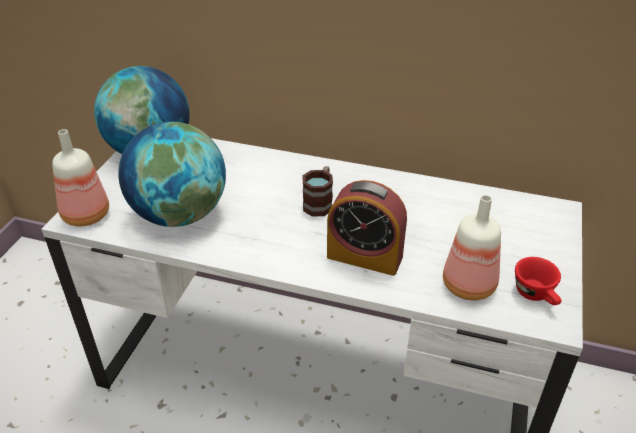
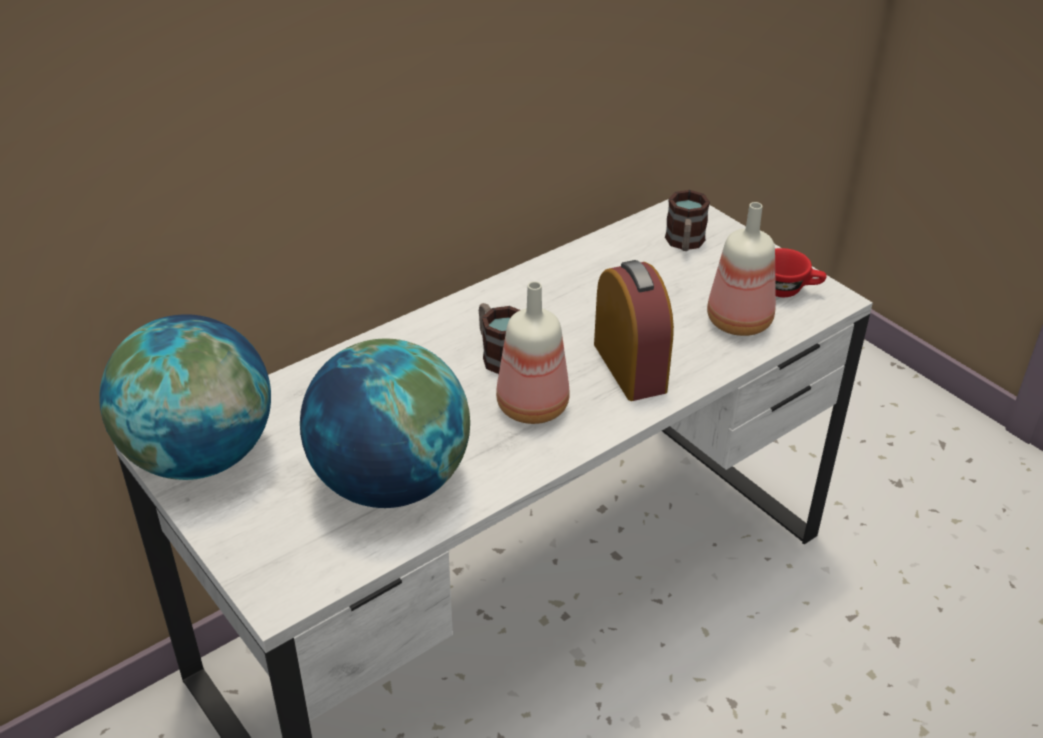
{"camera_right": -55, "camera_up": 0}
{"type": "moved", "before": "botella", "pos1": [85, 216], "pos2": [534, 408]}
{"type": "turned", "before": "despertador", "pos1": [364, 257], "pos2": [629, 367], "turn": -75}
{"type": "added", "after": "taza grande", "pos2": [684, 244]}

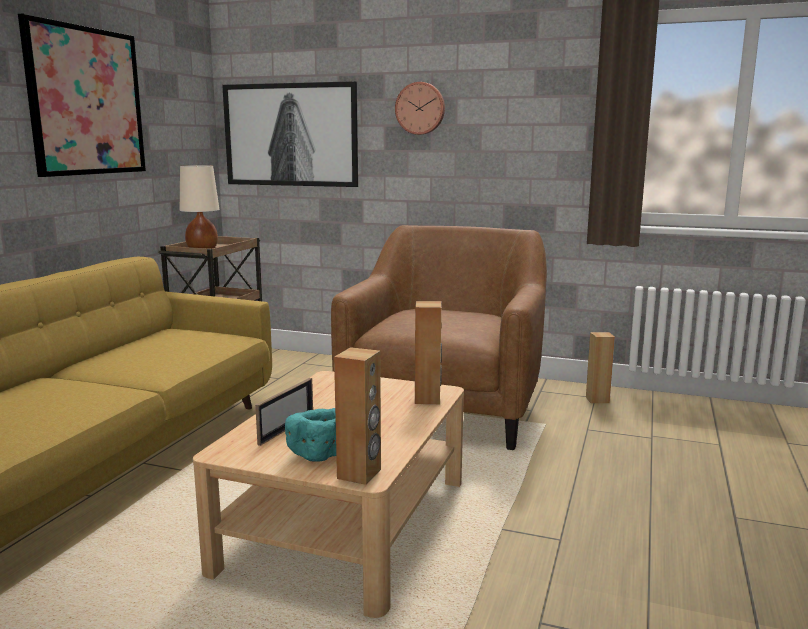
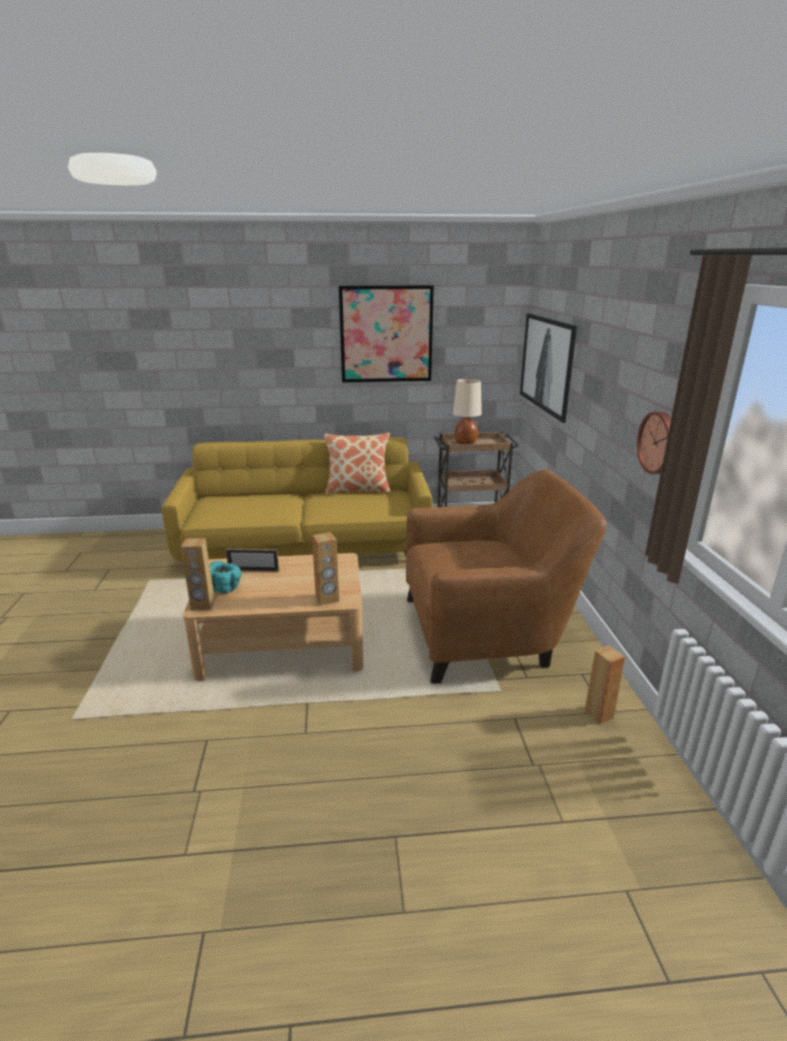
{"camera_right": 65, "camera_up": 10}
{"type": "moved", "before": "reloj de pared", "pos1": [420, 108], "pos2": [659, 442]}
{"type": "added", "after": "cojín", "pos2": [358, 490]}

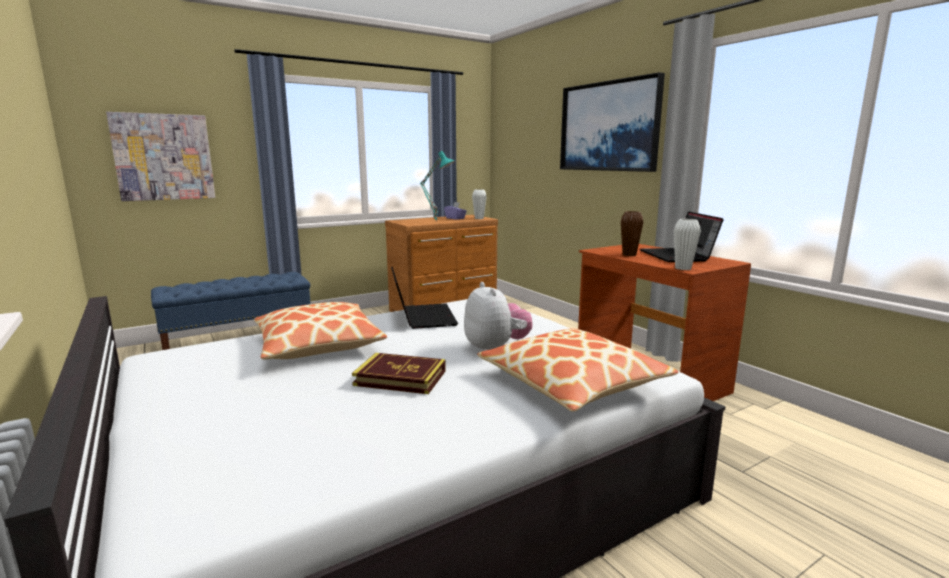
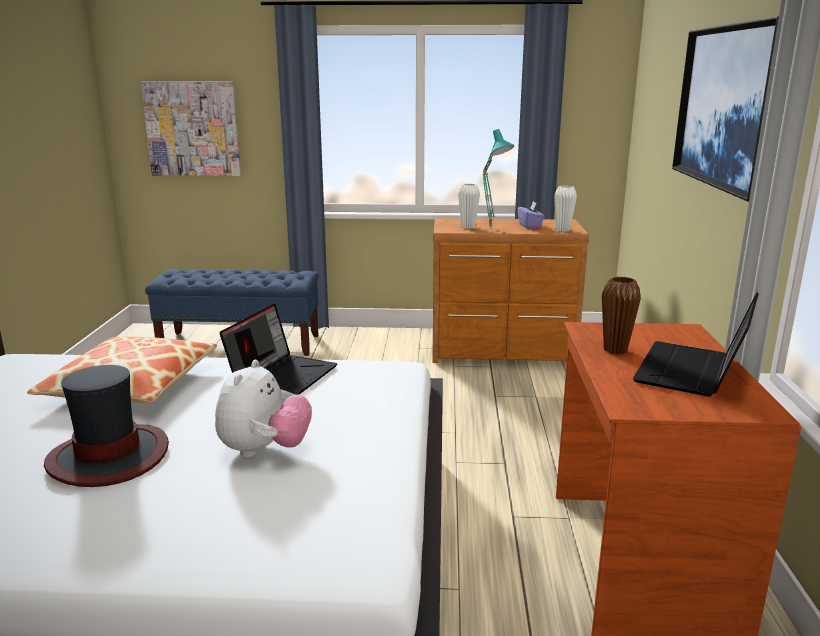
{"camera_right": 35, "camera_up": 5}
{"type": "moved", "before": "florero (blanco)", "pos1": [683, 268], "pos2": [468, 227]}
{"type": "removed", "before": "cojín", "pos1": [571, 383]}
{"type": "replaced", "before": "libro", "after": "sombrero", "pos1": [400, 378], "pos2": [109, 456]}

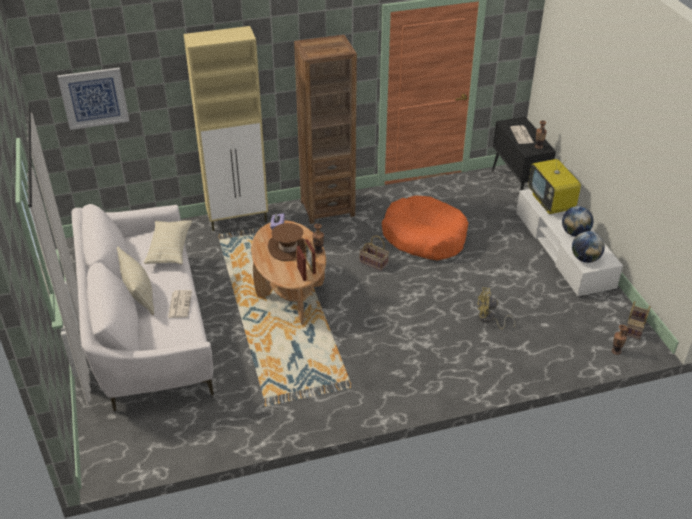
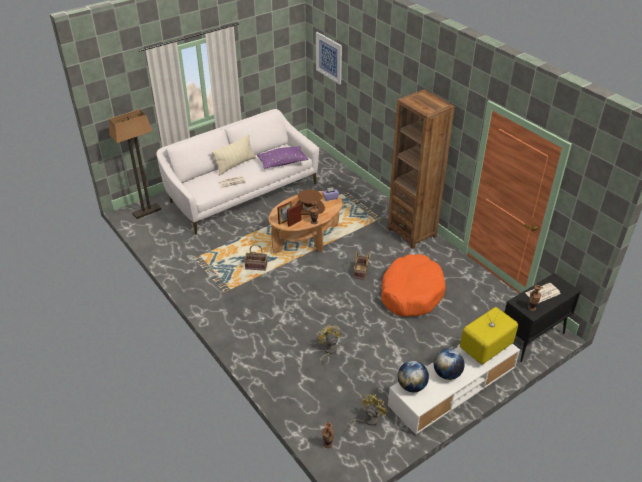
{"camera_right": 70, "camera_up": 0}
{"type": "removed", "before": "armario (beis)", "pos1": [238, 219]}
{"type": "recoloured", "before": "cojín (beis)", "after": "cojín (morado)", "pos1": [169, 249], "pos2": [282, 163]}
{"type": "moved", "before": "cesta", "pos1": [634, 328], "pos2": [257, 266]}
{"type": "added", "after": "lámpara de pie", "pos2": [147, 211]}
{"type": "added", "after": "ventilador (amarillo)", "pos2": [367, 420]}

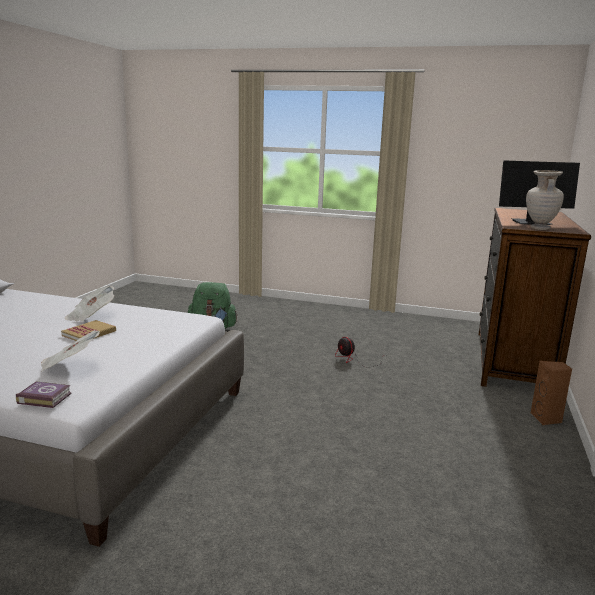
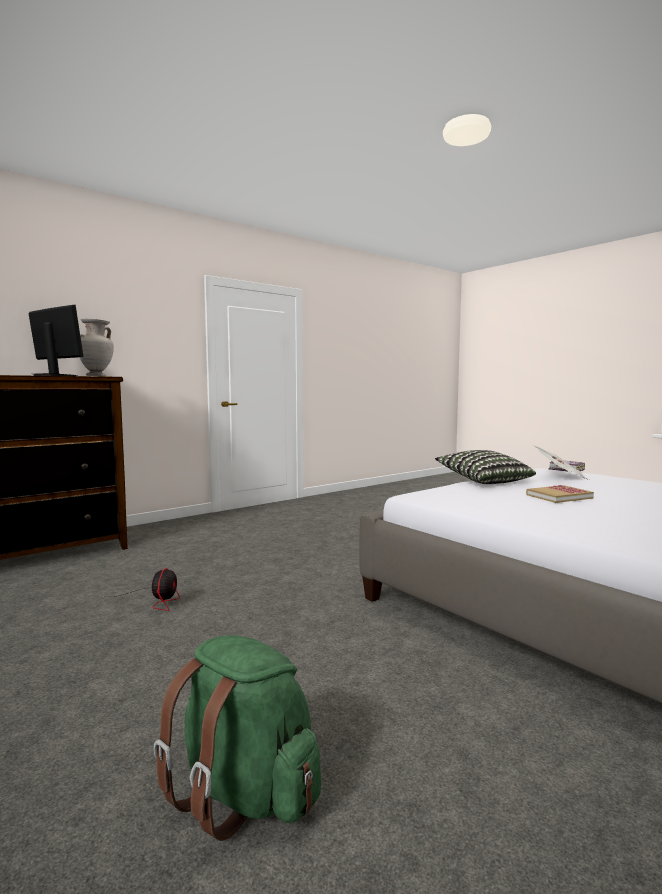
{"camera_right": -145, "camera_up": -10}
{"type": "removed", "before": "periódico", "pos1": [91, 316]}
{"type": "removed", "before": "altavoz (marrón)", "pos1": [546, 419]}
{"type": "added", "after": "cojín", "pos2": [484, 481]}

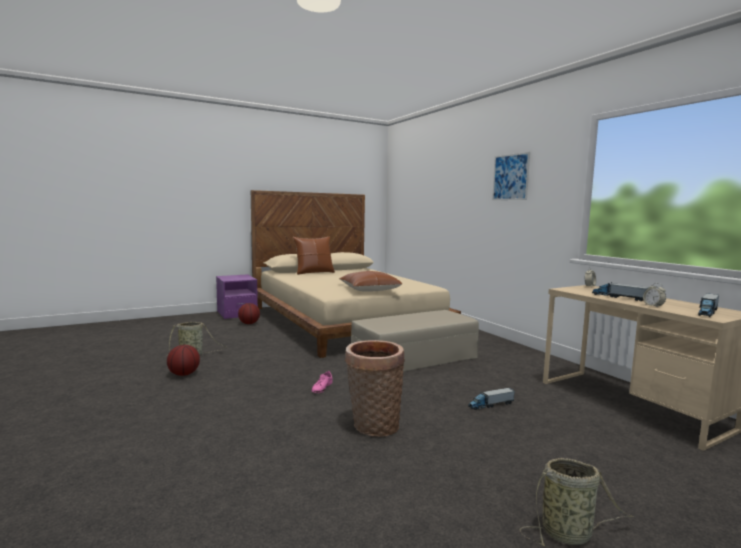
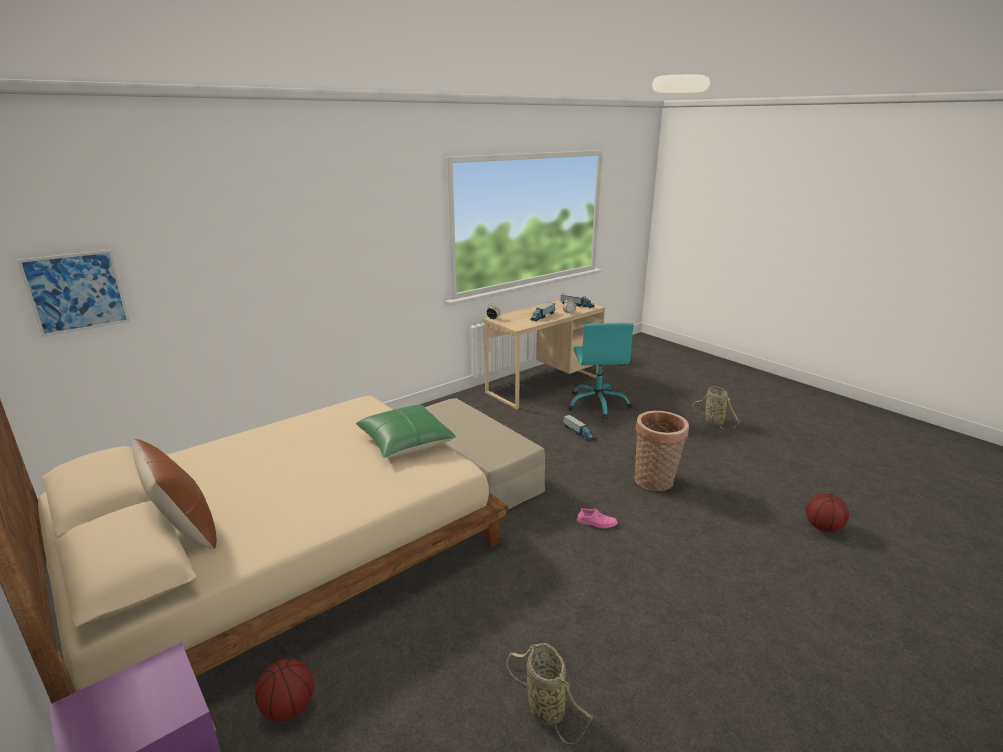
{"camera_right": -100, "camera_up": 15}
{"type": "moved", "before": "cuadro", "pos1": [510, 177], "pos2": [76, 292]}
{"type": "recoloured", "before": "cojín (marrón)", "after": "cojín (verde)", "pos1": [369, 289], "pos2": [405, 442]}
{"type": "moved", "before": "balón de baloncesto", "pos1": [184, 374], "pos2": [823, 527]}
{"type": "added", "after": "silla de oficina (turquesa)", "pos2": [598, 404]}

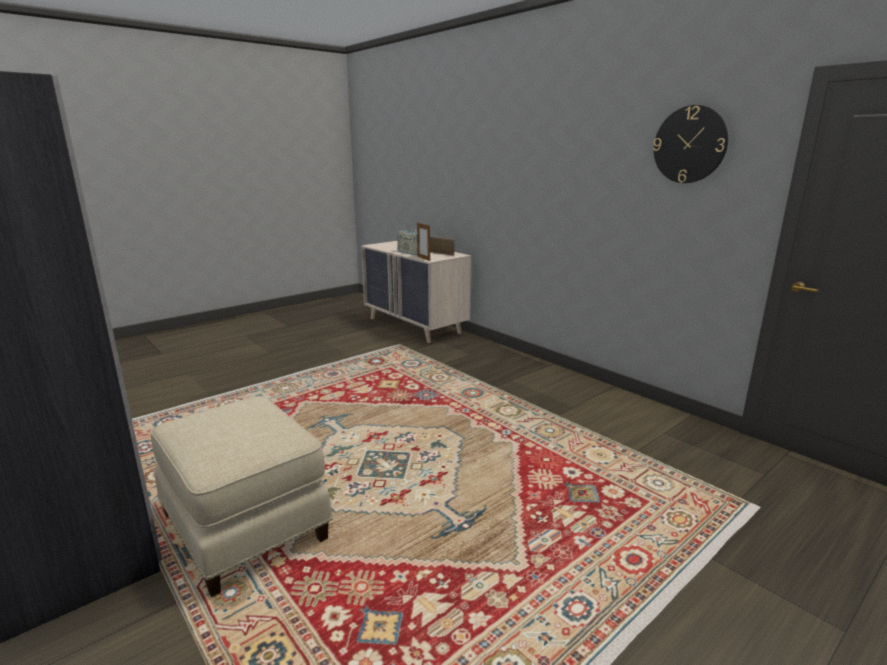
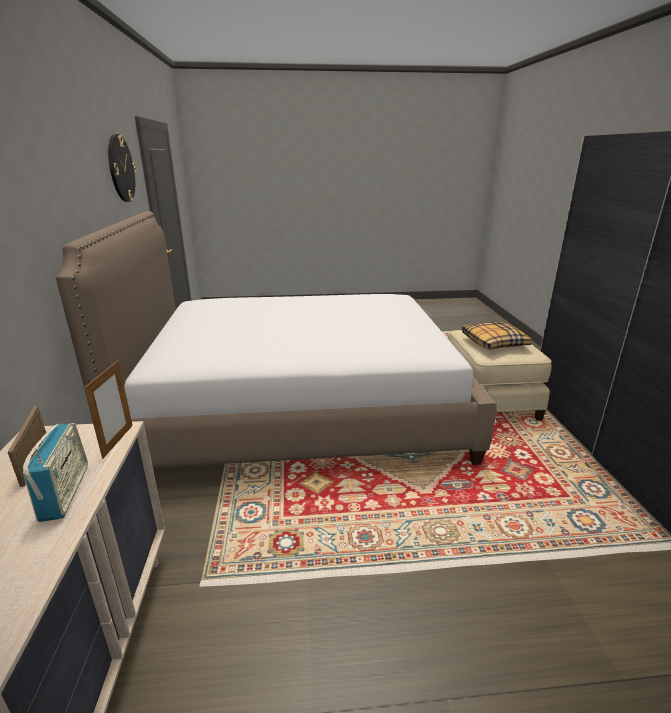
{"camera_right": -145, "camera_up": 5}
{"type": "added", "after": "cama", "pos2": [300, 409]}
{"type": "added", "after": "cojín", "pos2": [493, 343]}

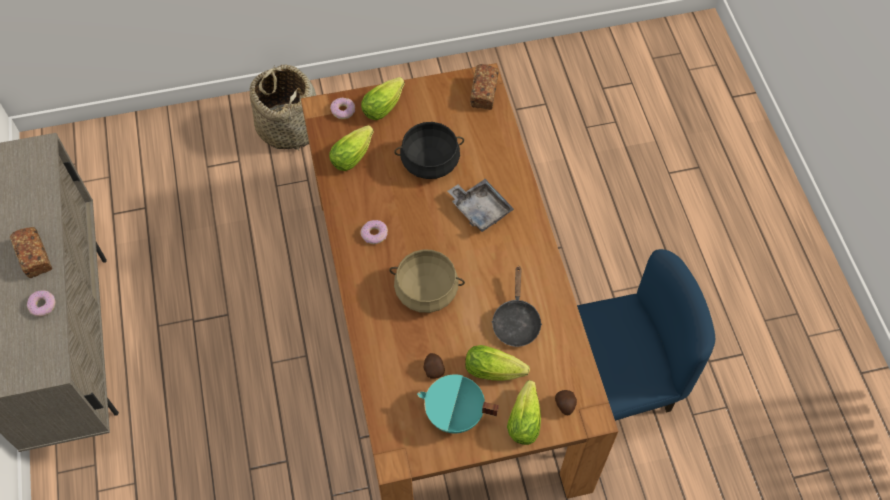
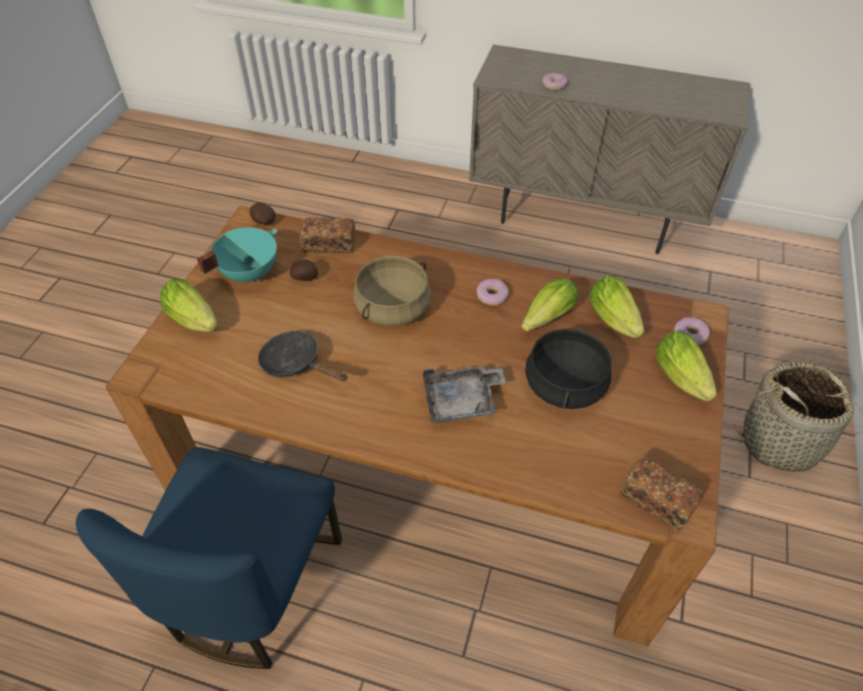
{"camera_right": 120, "camera_up": -10}
{"type": "moved", "before": "pan", "pos1": [35, 257], "pos2": [329, 244]}
{"type": "moved", "before": "lechuga", "pos1": [497, 371], "pos2": [545, 319]}
{"type": "moved", "before": "patata", "pos1": [565, 405], "pos2": [263, 221]}

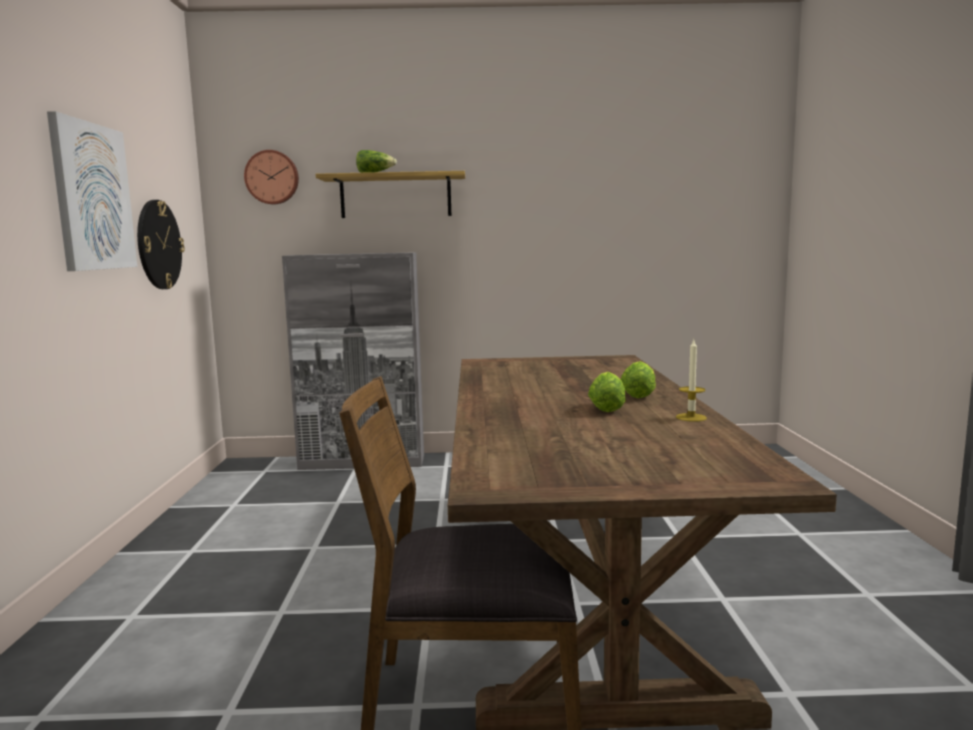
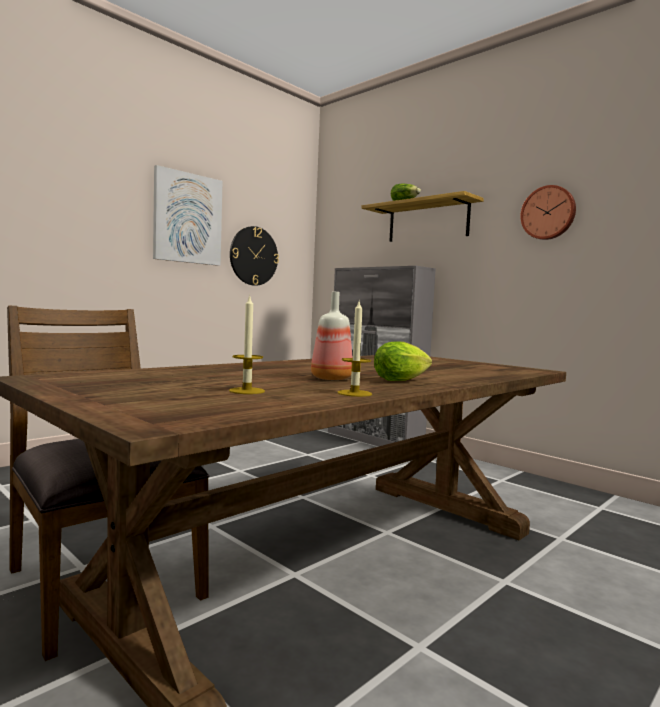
{"camera_right": 45, "camera_up": -5}
{"type": "moved", "before": "reloj de pared", "pos1": [272, 177], "pos2": [548, 213]}
{"type": "replaced", "before": "lechuga", "after": "botella", "pos1": [606, 408], "pos2": [330, 378]}
{"type": "added", "after": "vela", "pos2": [247, 391]}

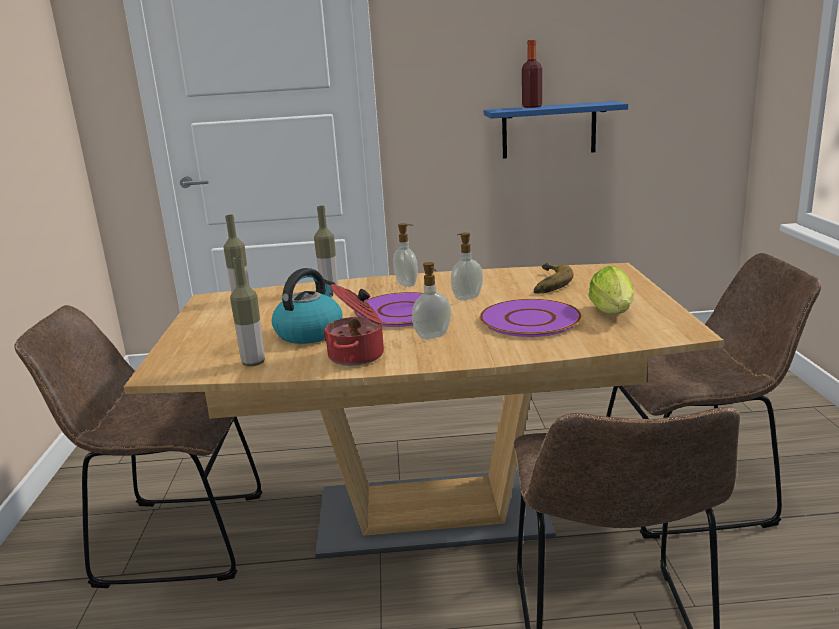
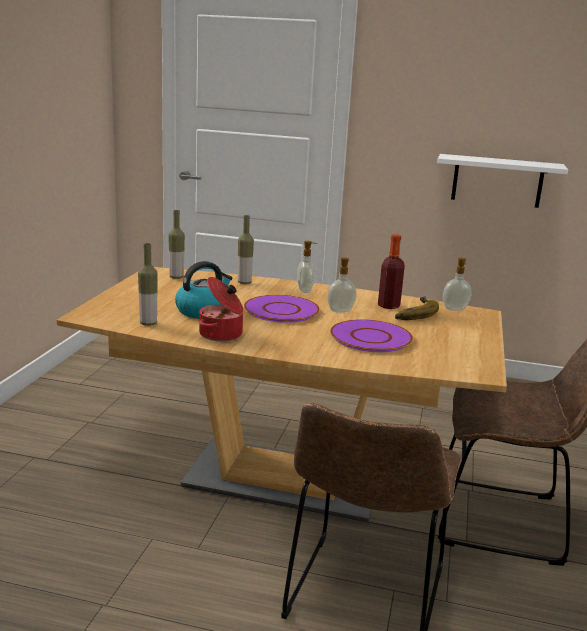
{"camera_right": 15, "camera_up": 0}
{"type": "moved", "before": "botella", "pos1": [532, 107], "pos2": [388, 306]}
{"type": "recoloured", "before": "estante (azul)", "after": "estante (blanco)", "pos1": [549, 130], "pos2": [497, 181]}
{"type": "moved", "before": "dispensador de jabón", "pos1": [433, 336], "pos2": [455, 309]}
{"type": "removed", "before": "lechuga", "pos1": [613, 314]}
{"type": "removed", "before": "silla (marrón)", "pos1": [173, 540]}

